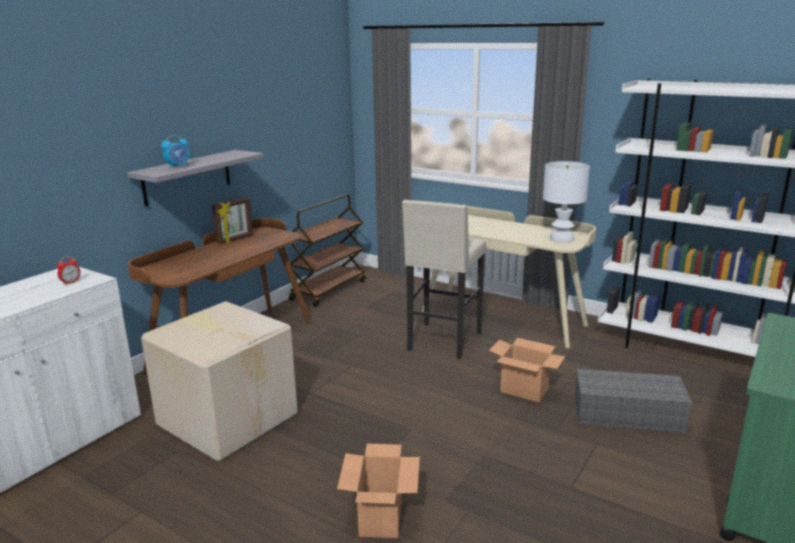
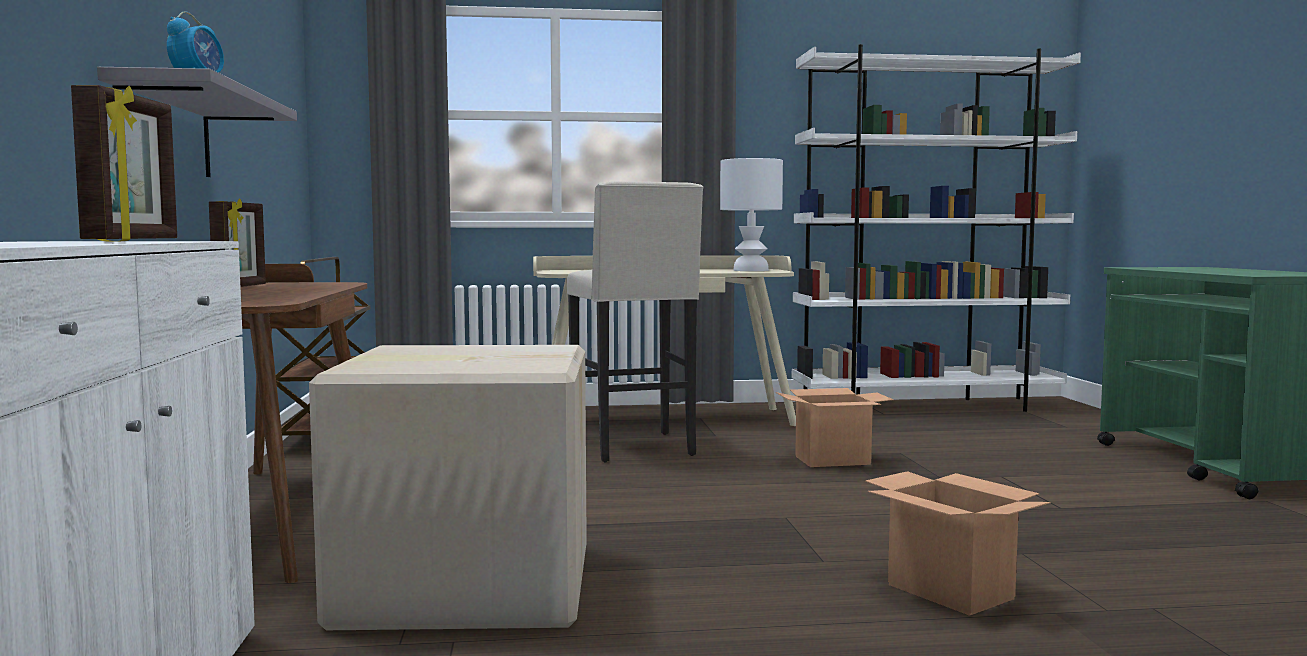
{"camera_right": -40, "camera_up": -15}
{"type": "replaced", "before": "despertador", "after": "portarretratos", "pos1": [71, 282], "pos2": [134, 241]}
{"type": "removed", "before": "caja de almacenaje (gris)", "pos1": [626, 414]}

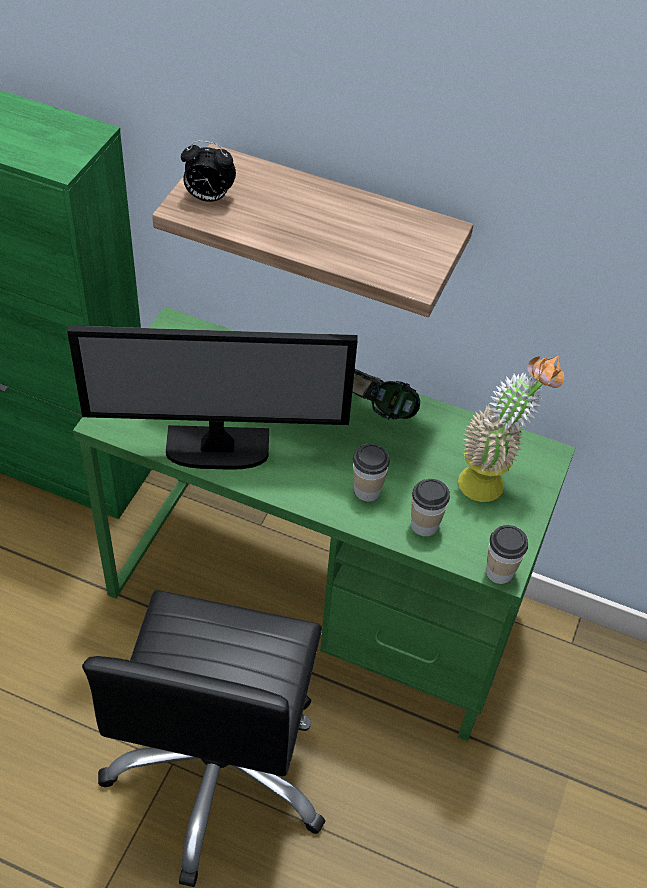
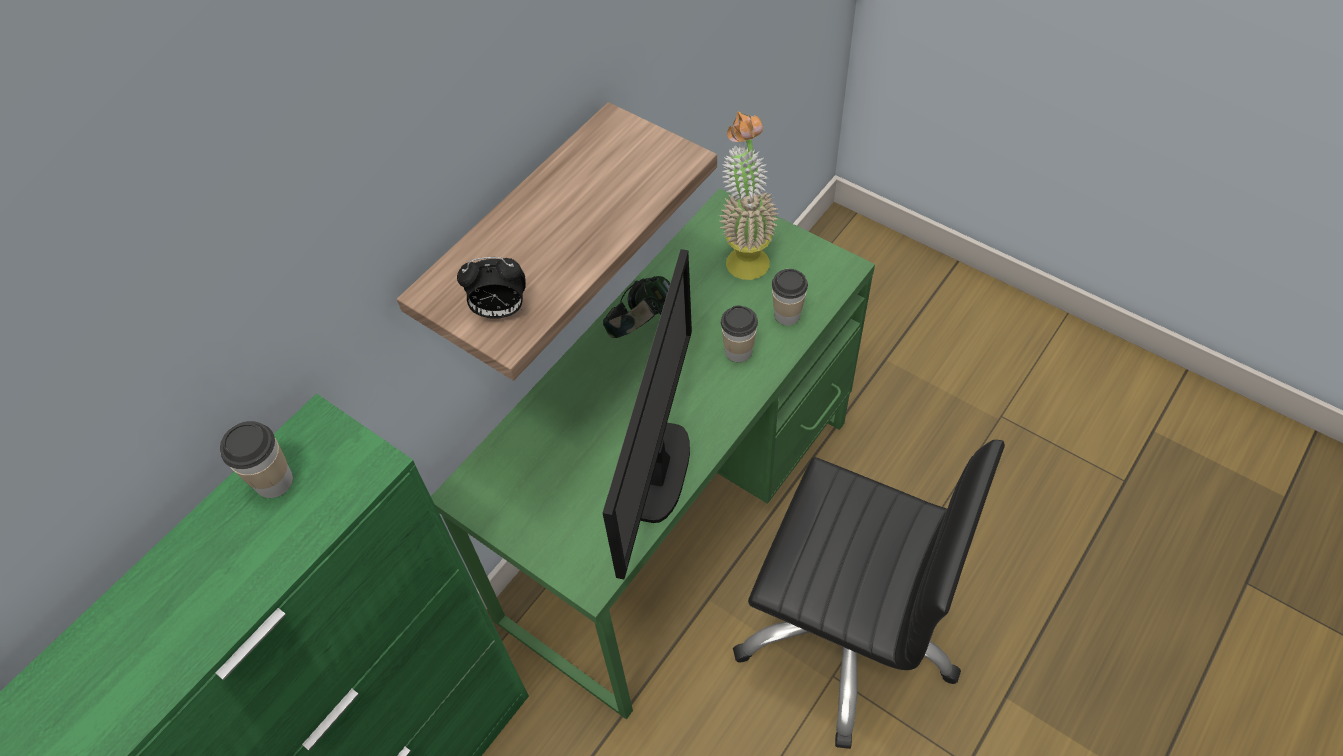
{"camera_right": -70, "camera_up": 5}
{"type": "turned", "before": "despertador", "pos1": [208, 198], "pos2": [499, 311], "turn": 60}
{"type": "moved", "before": "taza", "pos1": [499, 571], "pos2": [273, 481]}

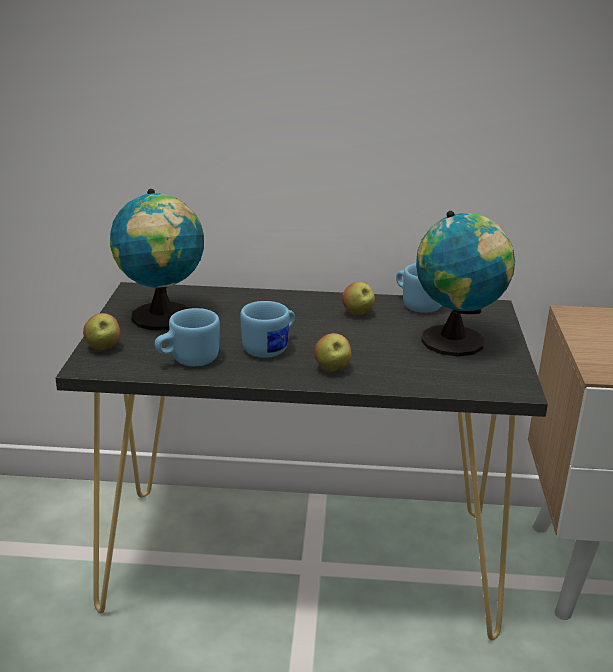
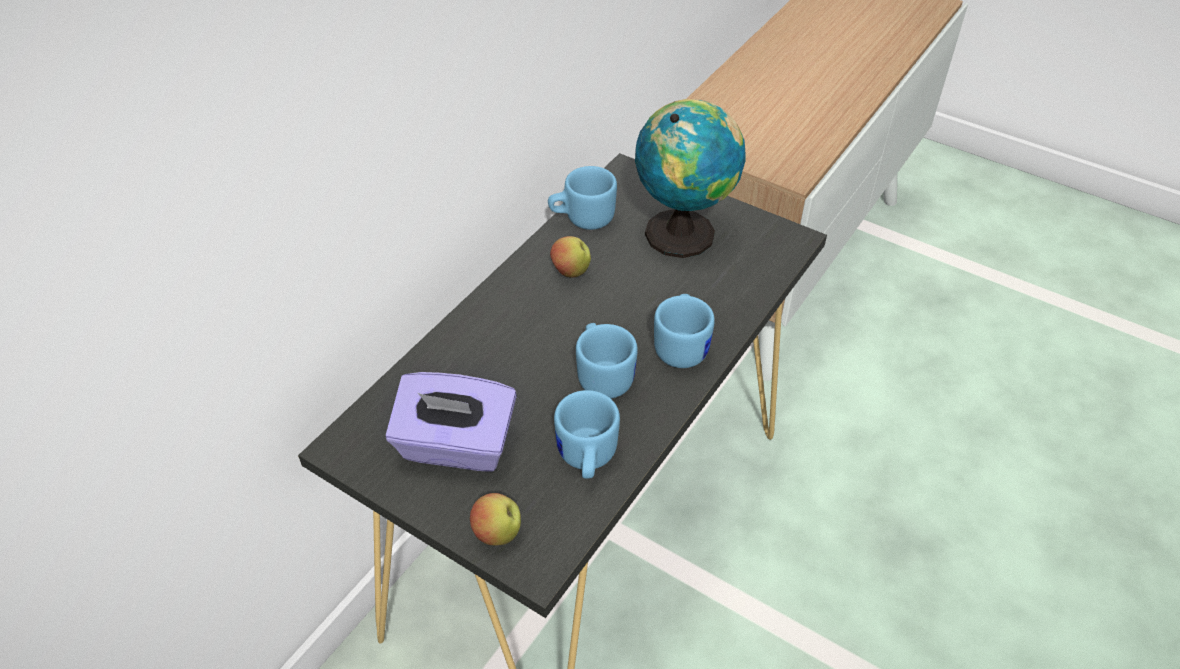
{"camera_right": -60, "camera_up": 20}
{"type": "replaced", "before": "globo terráqueo", "after": "caja de pañuelos (morado)", "pos1": [163, 319], "pos2": [456, 446]}
{"type": "replaced", "before": "manzana", "after": "taza grande (azul)", "pos1": [332, 369], "pos2": [682, 345]}

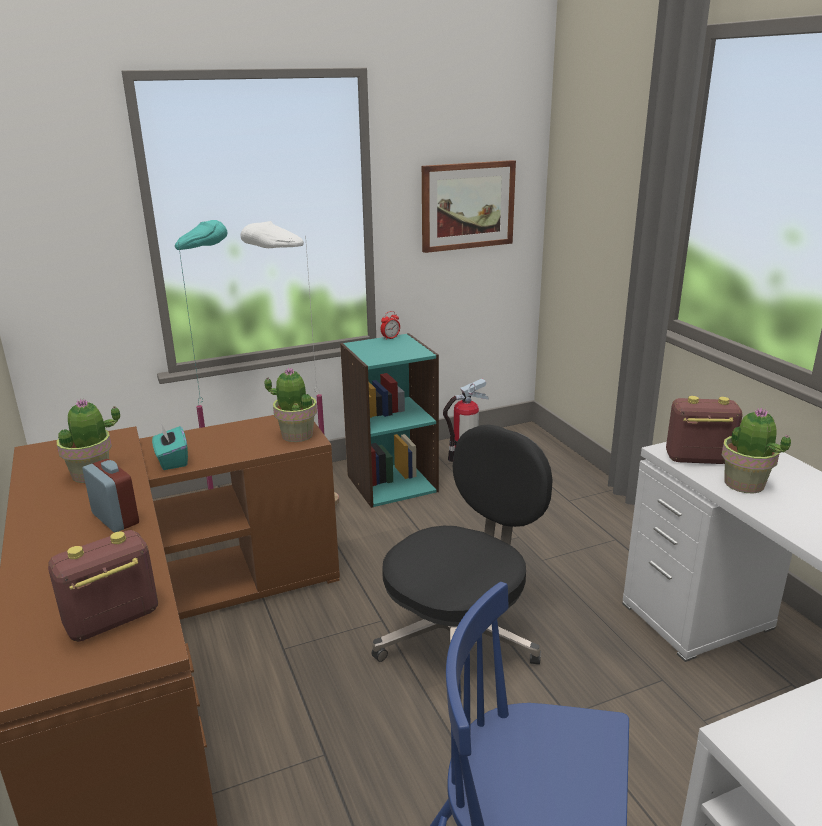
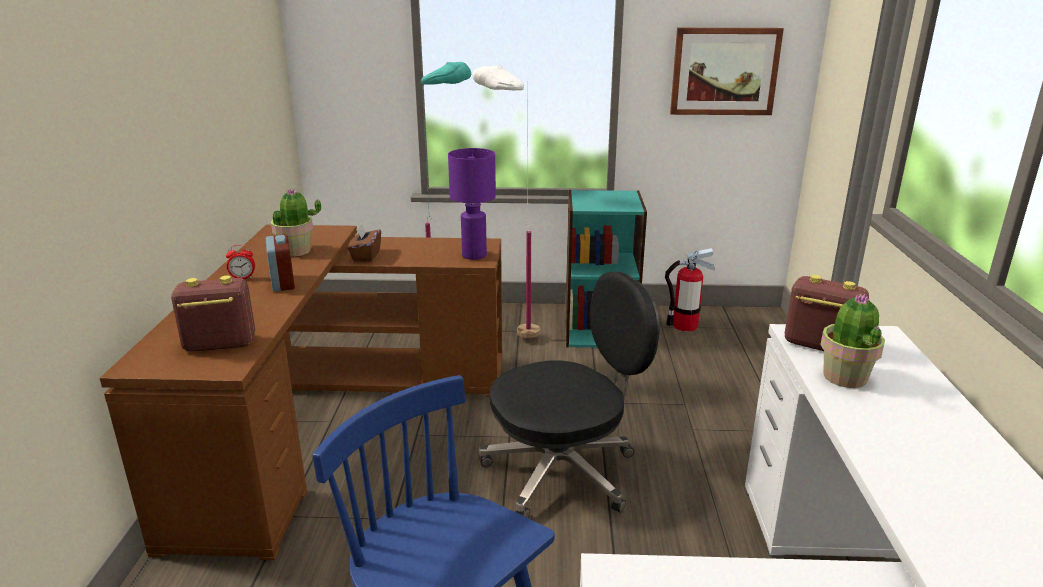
{"camera_right": 25, "camera_up": 0}
{"type": "moved", "before": "despertador", "pos1": [390, 338], "pos2": [243, 278]}
{"type": "replaced", "before": "planta en maceta", "after": "lámpara de mesa (morado)", "pos1": [297, 435], "pos2": [474, 256]}
{"type": "recoloured", "before": "caja de pañuelos (turquesa)", "after": "caja de pañuelos (marrón)", "pos1": [172, 460], "pos2": [365, 256]}

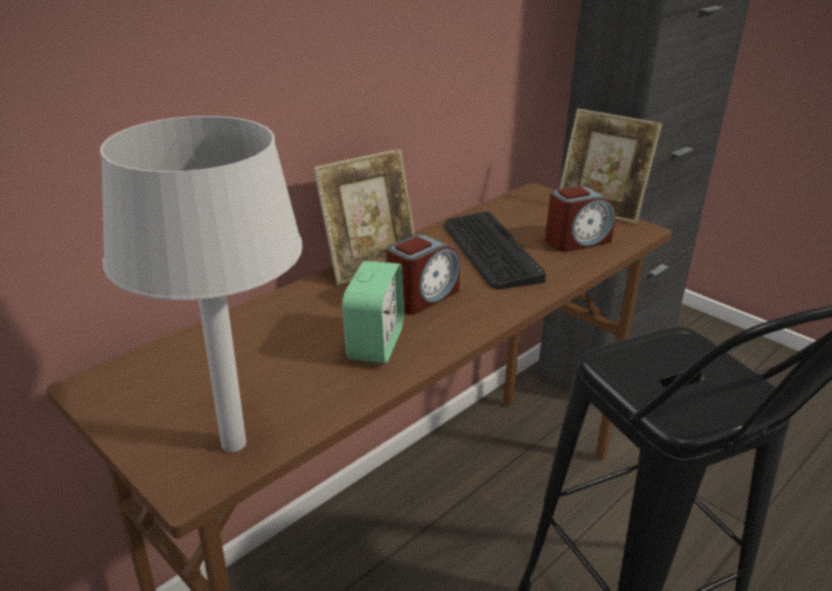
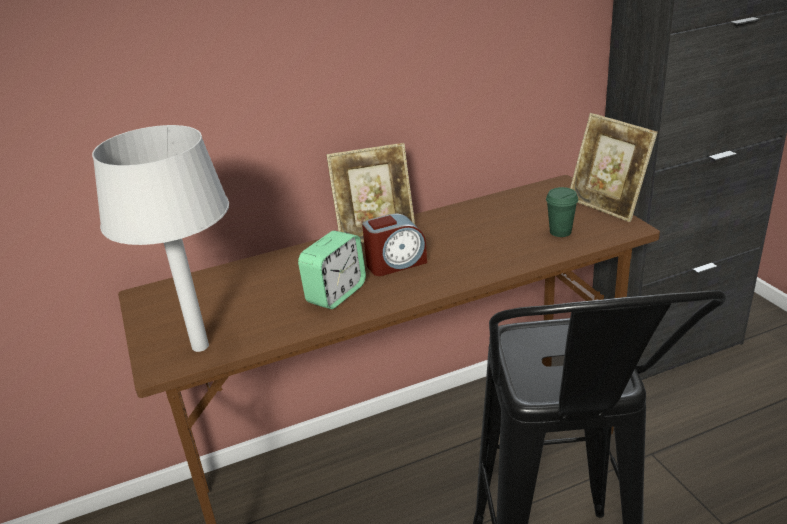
{"camera_right": 25, "camera_up": 0}
{"type": "replaced", "before": "despertador", "after": "taza (verde)", "pos1": [576, 241], "pos2": [560, 232]}
{"type": "removed", "before": "teclado", "pos1": [490, 251]}

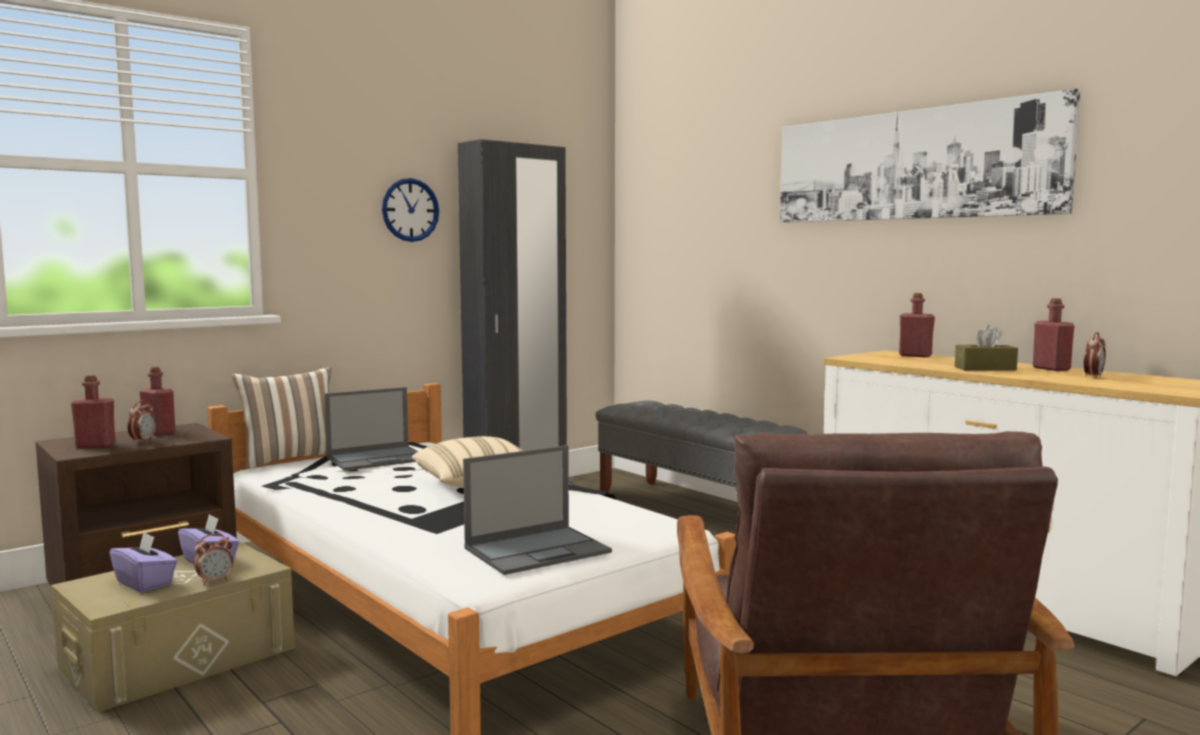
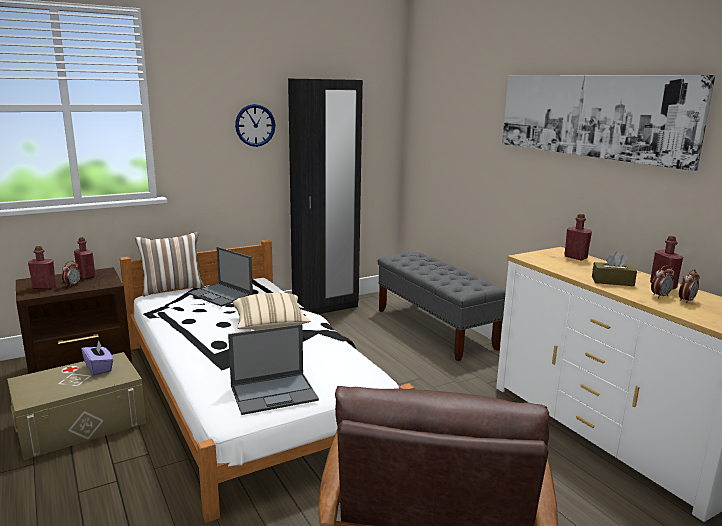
{"camera_right": 10, "camera_up": 10}
{"type": "turned", "before": "portátil", "pos1": [378, 458], "pos2": [221, 295], "turn": 60}
{"type": "removed", "before": "caja de pañuelos (morado)", "pos1": [145, 583]}
{"type": "moved", "before": "despertador", "pos1": [214, 581], "pos2": [660, 296]}

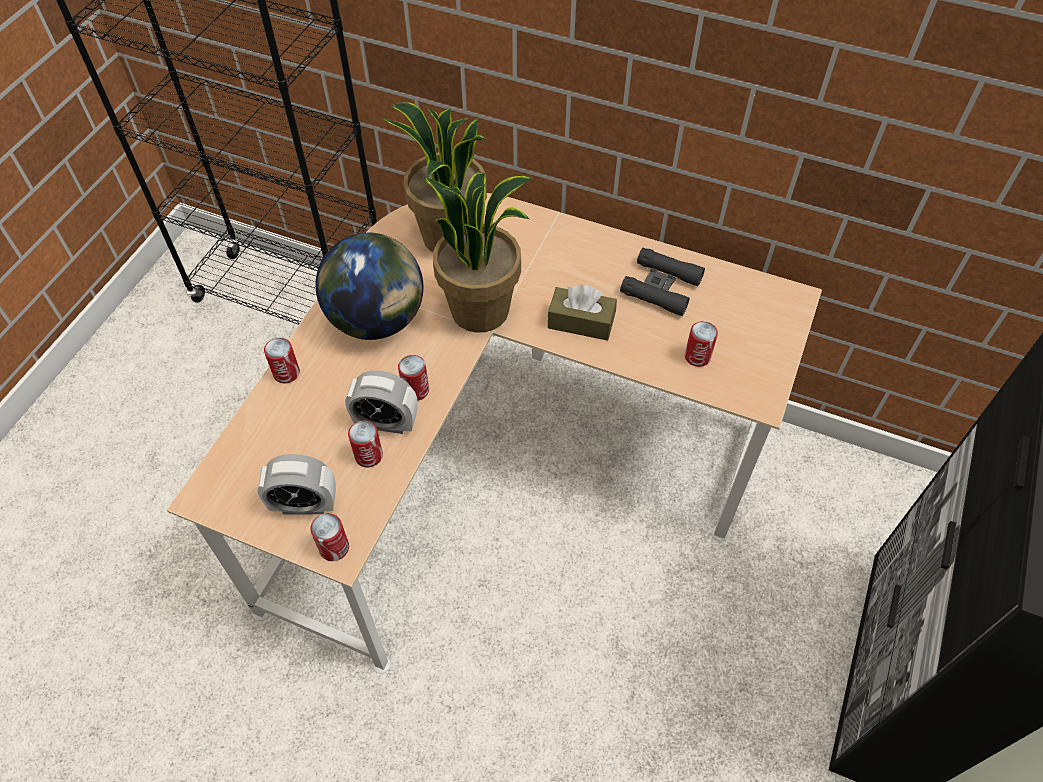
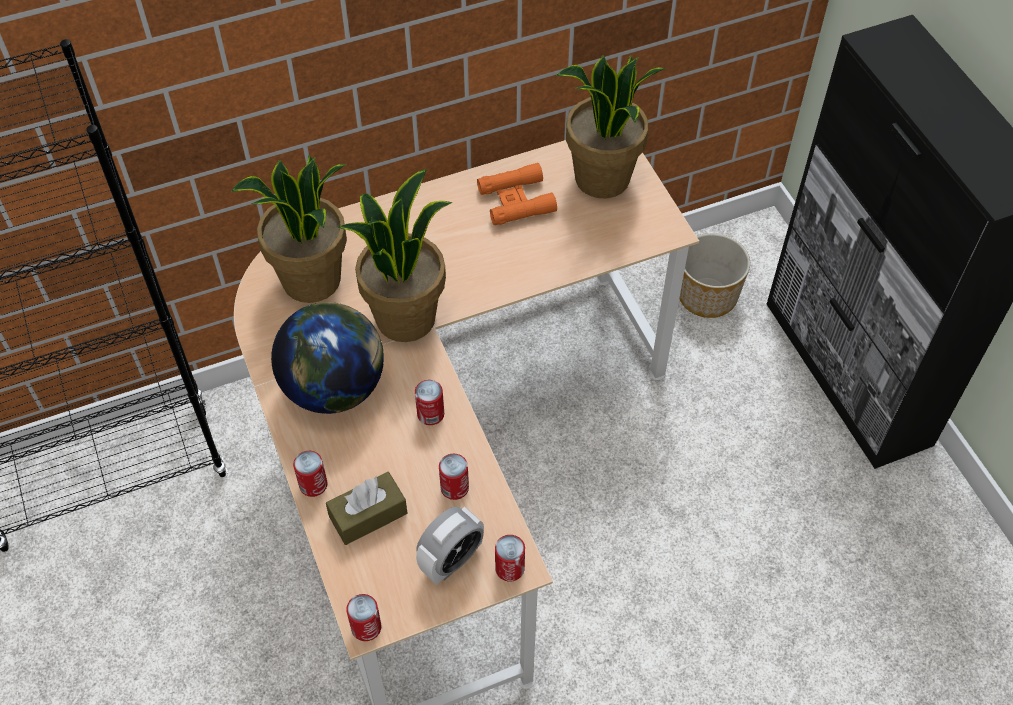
{"camera_right": -45, "camera_up": 0}
{"type": "recoloured", "before": "prismáticos (negro)", "after": "prismáticos (naranja)", "pos1": [661, 287], "pos2": [516, 200]}
{"type": "moved", "before": "caja de pañuelos (marrón)", "pos1": [581, 322], "pos2": [368, 515]}
{"type": "moved", "before": "lata", "pos1": [697, 356], "pos2": [366, 627]}
{"type": "removed", "before": "despertador", "pos1": [386, 423]}
{"type": "added", "after": "planta en maceta", "pos2": [602, 179]}
{"type": "added", "after": "maceta", "pos2": [708, 296]}

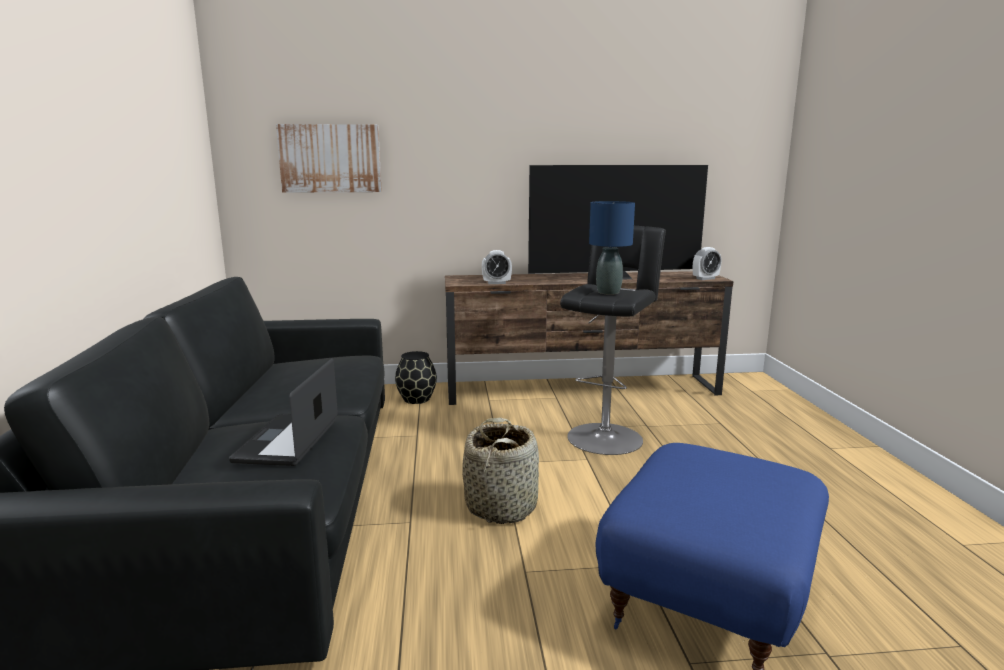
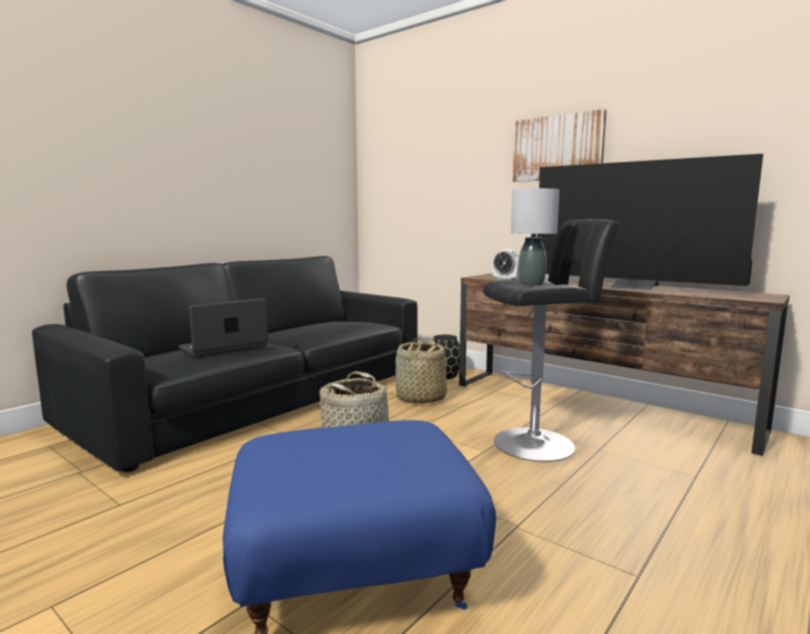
{"camera_right": 45, "camera_up": -5}
{"type": "moved", "before": "cuadro", "pos1": [330, 158], "pos2": [557, 148]}
{"type": "recoloured", "before": "lámpara de mesa (azul)", "after": "lámpara de mesa (gris)", "pos1": [608, 292], "pos2": [531, 284]}
{"type": "removed", "before": "despertador", "pos1": [705, 279]}
{"type": "added", "after": "cesta", "pos2": [420, 398]}

